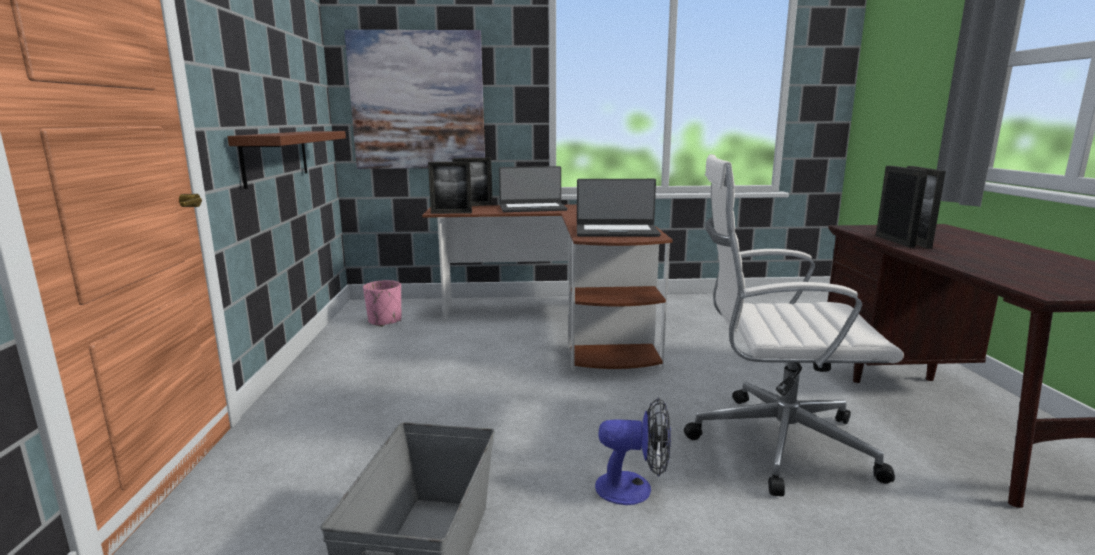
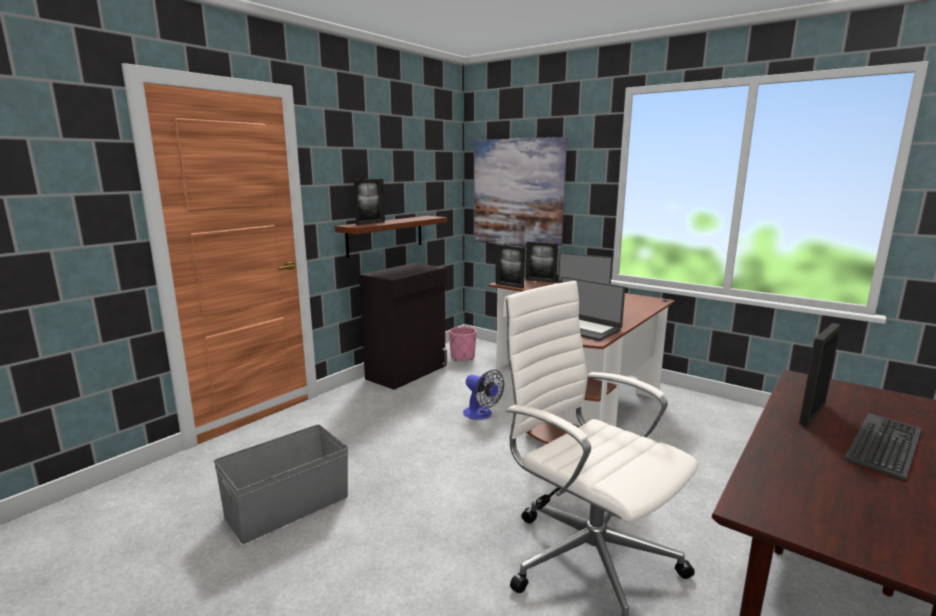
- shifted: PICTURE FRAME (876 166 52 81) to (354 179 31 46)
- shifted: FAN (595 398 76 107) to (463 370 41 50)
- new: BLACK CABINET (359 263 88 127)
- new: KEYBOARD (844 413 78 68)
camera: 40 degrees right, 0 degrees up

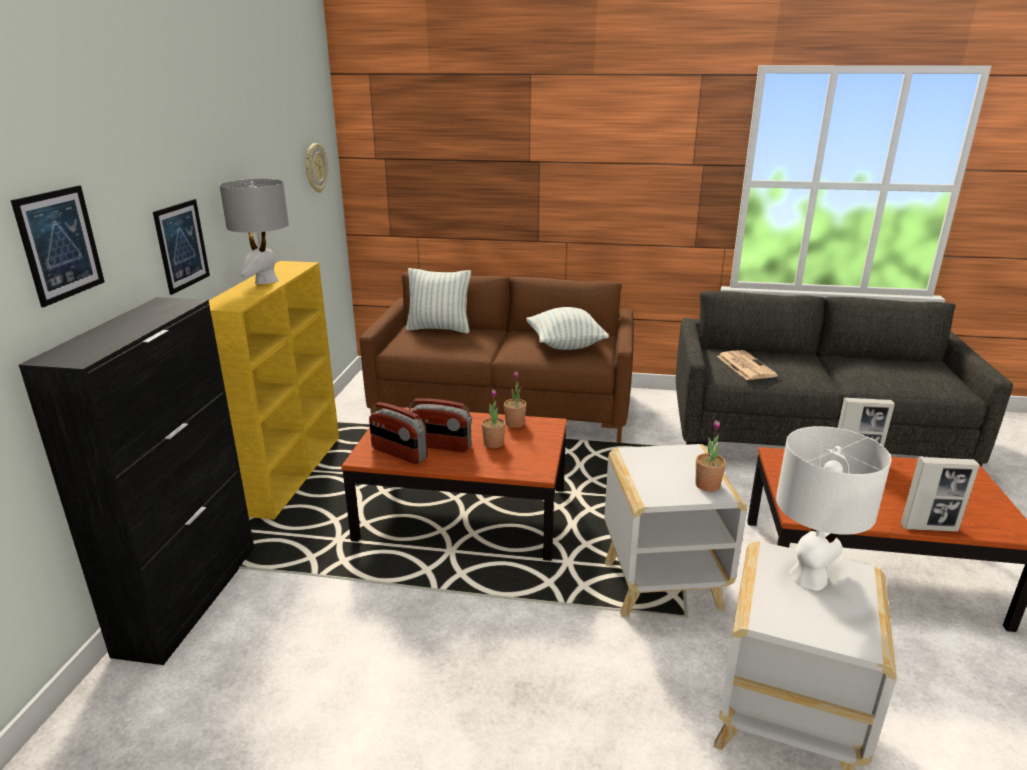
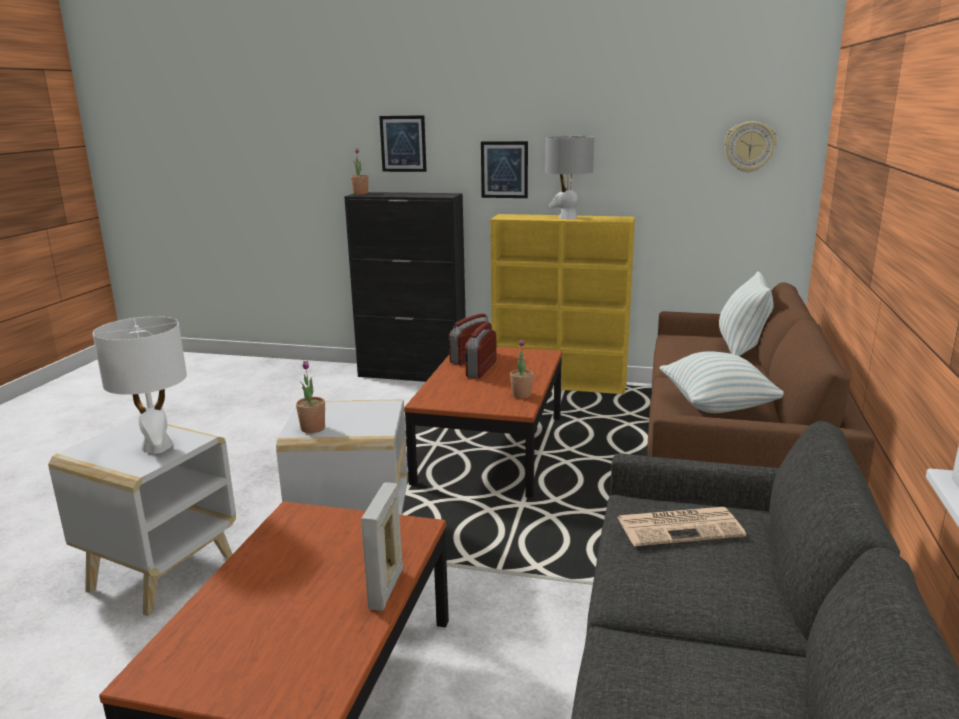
- shifted: POTTED PLANT (482 389 24 59) to (351 148 17 47)
- gone: PICTURE FRAME (901 457 78 75)
camera: 95 degrees right, 5 degrees down

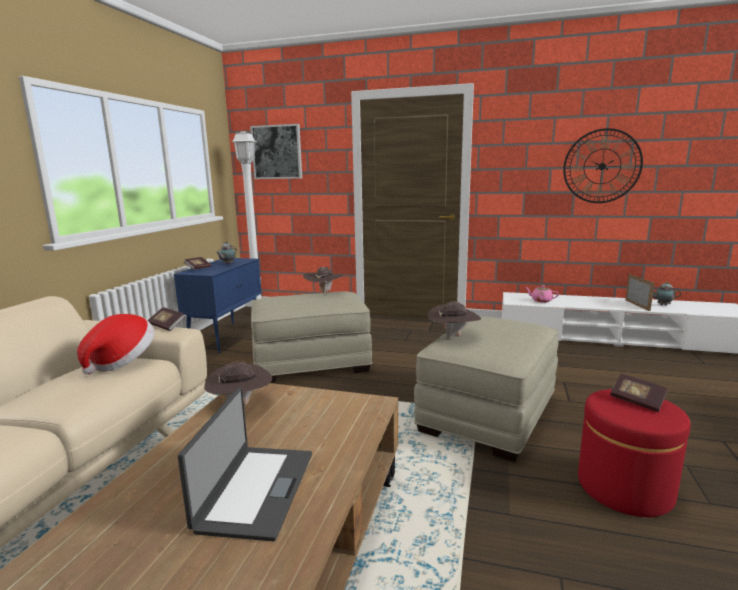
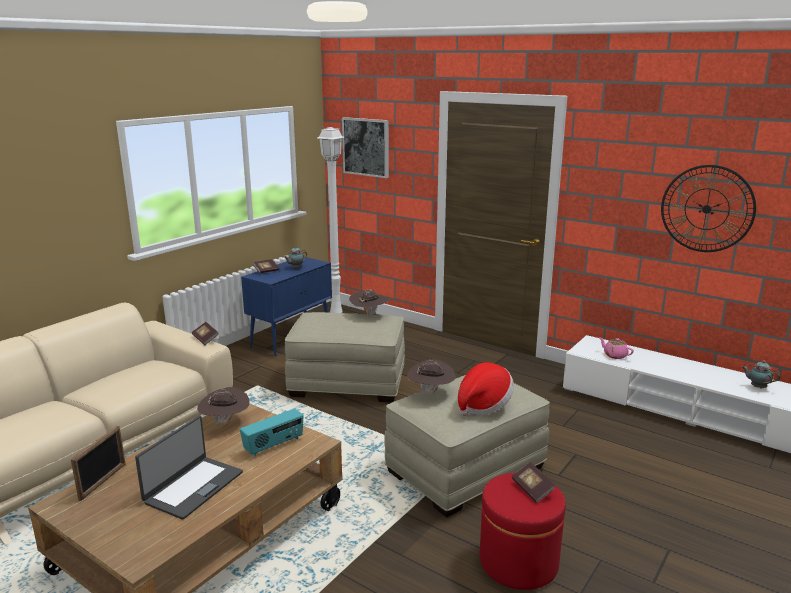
- shifted: PICTURE FRAME (625 274 30 37) to (71 425 55 76)
- shifted: HAT (77 314 77 61) to (458 363 56 53)
- new: RADIO (240 409 64 47)
camera: 20 degrees right, 5 degrees up

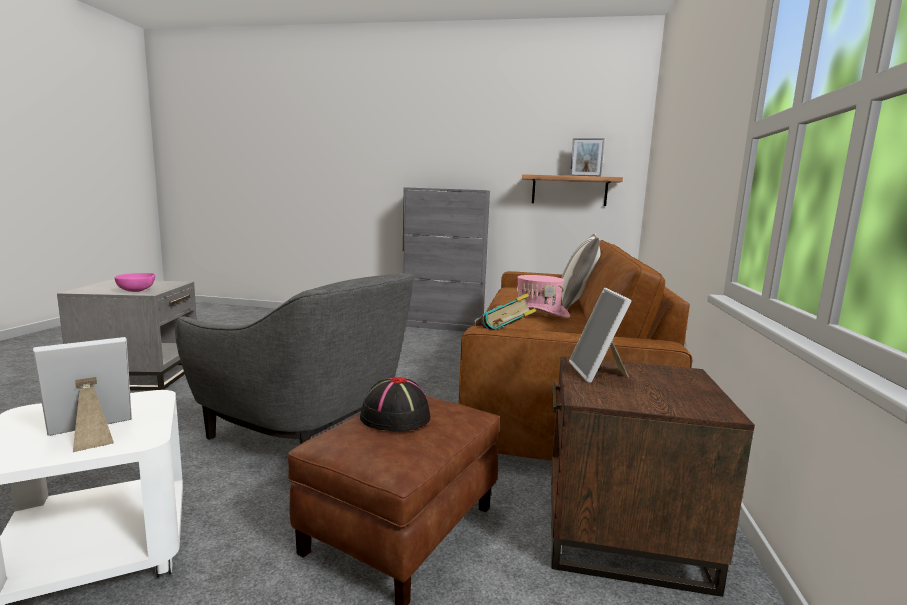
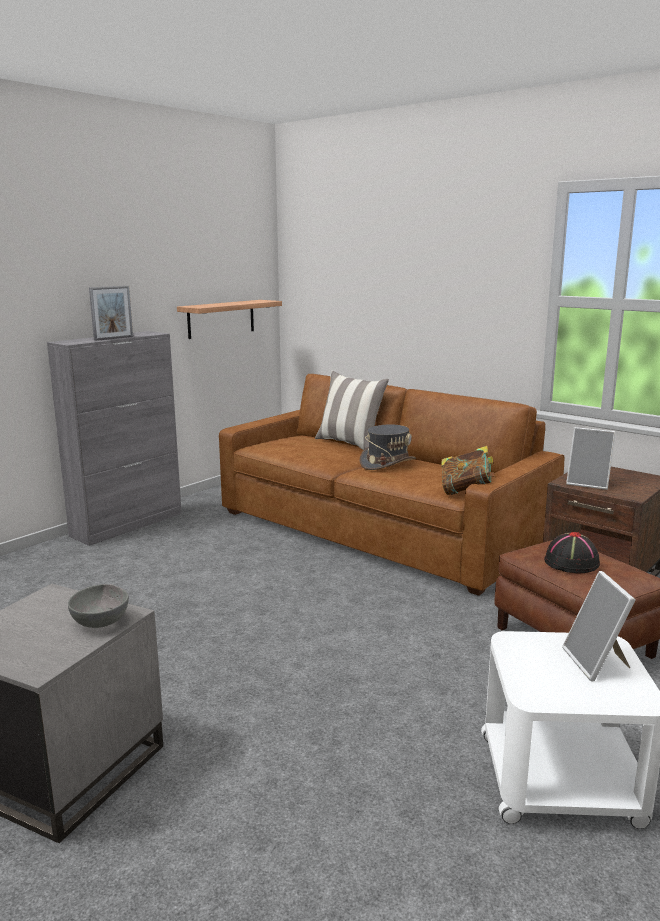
- shifted: PICTURE FRAME (570 138 35 38) to (89 286 44 55)
- repainted: PINK BOWL (115 273 40 19) to GREY BOWL (68 584 61 44)
- gone: GREY ARMCHAIR (175 273 238 171)
- repainted: PINK HAT (515 275 55 43) to GREY HAT (360 425 56 45)
camera: 60 degrees left, 5 degrees up

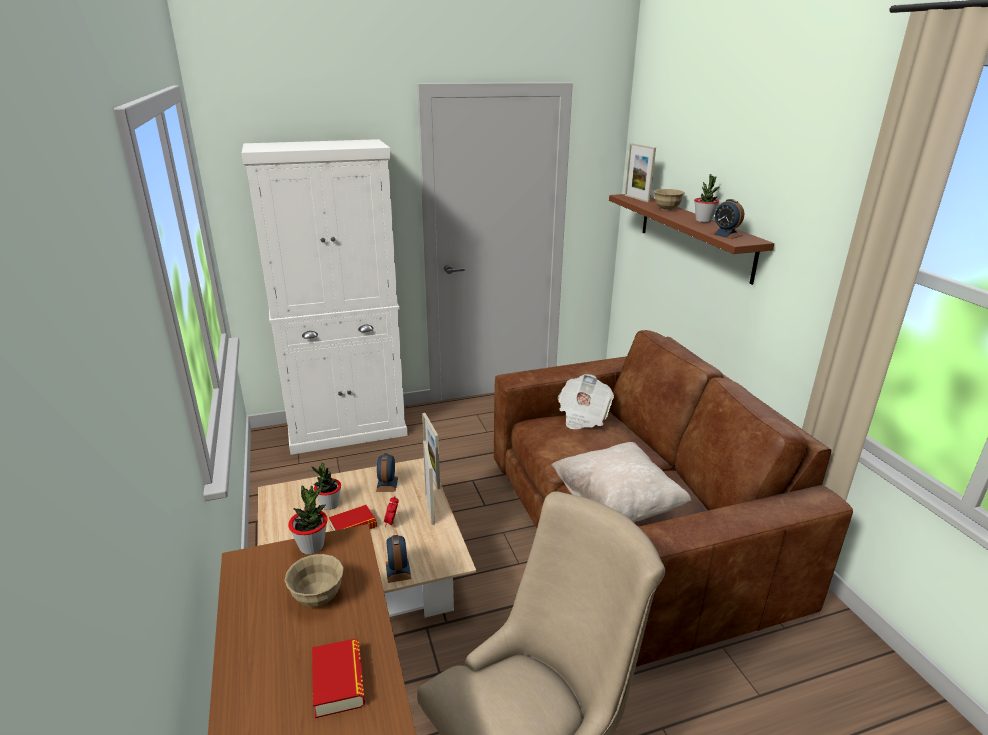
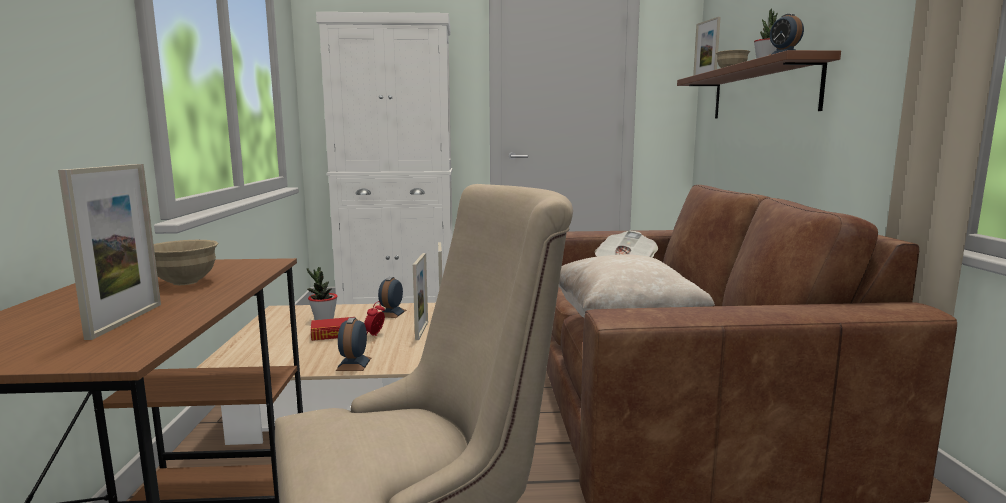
- gone: POTTED PLANT (288 485 40 70)
- swapped: BOOK (312 639 53 79) to PICTURE FRAME (58 164 103 176)
camera: 15 degrees right, 15 degrees down

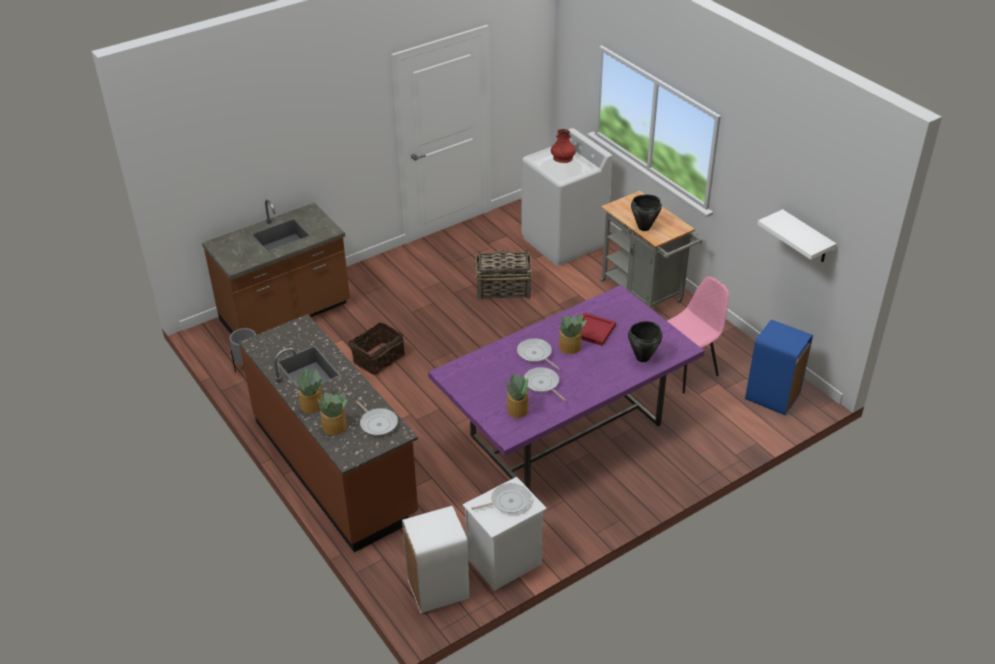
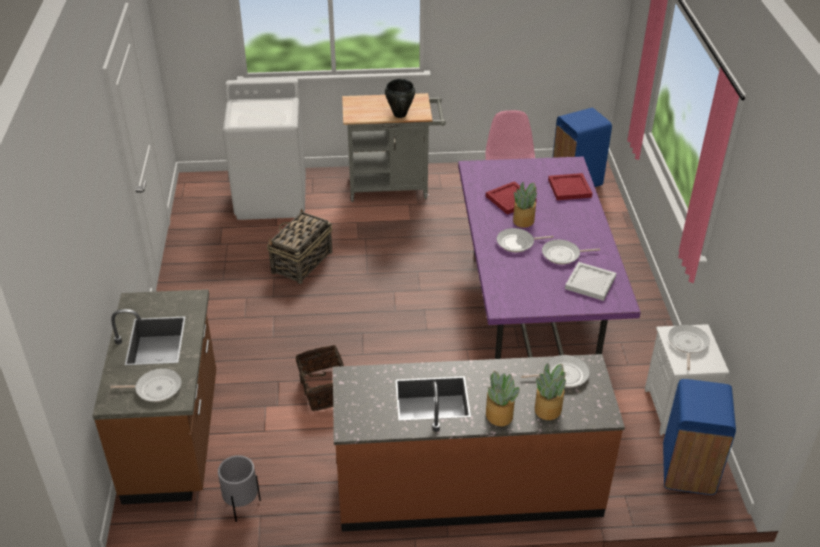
- gone: RED VASE (551 129 25 34)
- gone: WHITE SHELF (757 209 80 53)
- swapped: BLACK COOKING POT (628 321 34 41) to RED TRAY (548 173 45 27)
- swapped: POTTED PLANT (505 373 23 45) to WHITE TRAY (565 262 51 39)
- repainted: WHITE TRASH CAN (402 506 68 107) to BLUE TRASH CAN (663 379 73 116)
- new: FRYING PAN (110 368 71 34)
camera: 60 degrees left, 0 degrees up

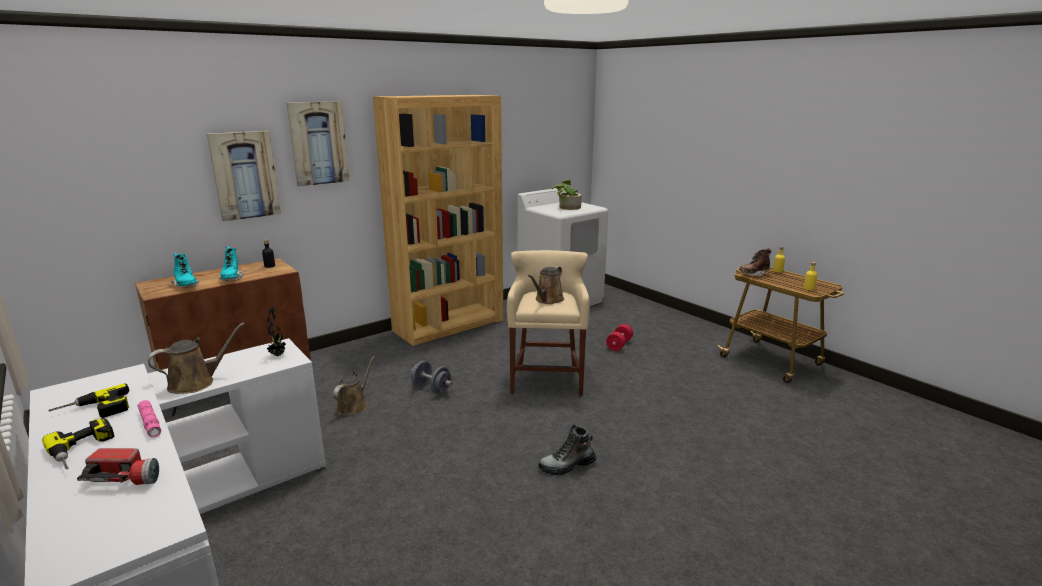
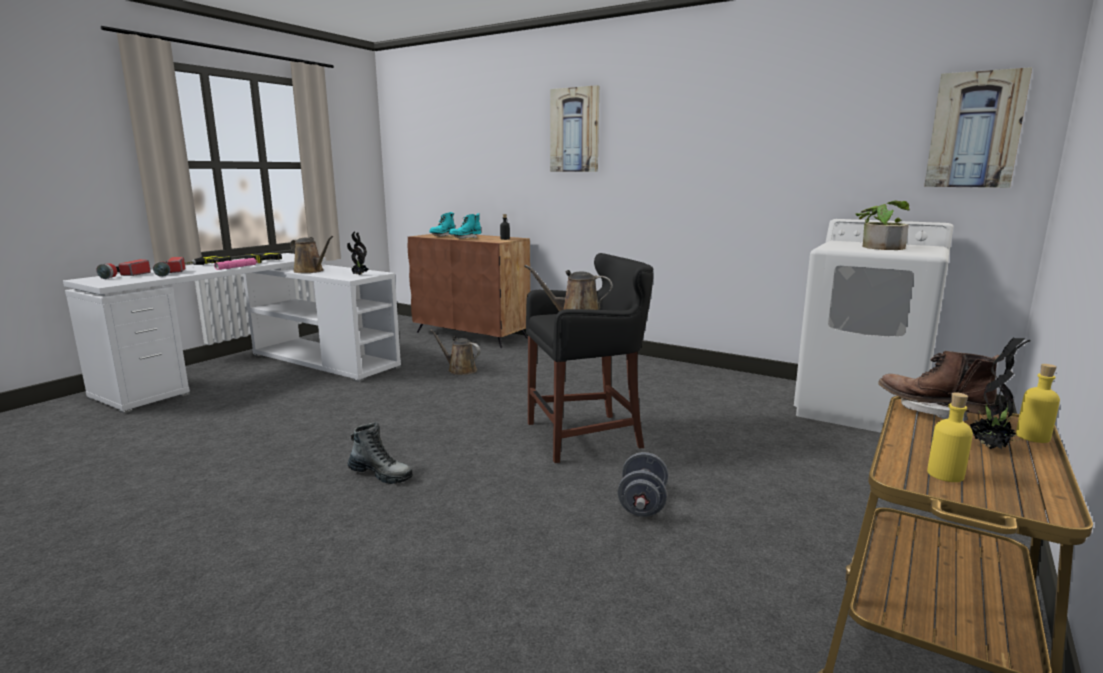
- gone: BROWN BOOKCASE (373 95 131 251)
- shifted: PICTURE (207 131 74 90) to (924 67 108 121)
- repainted: BEIGE STOOL (507 250 83 146) to BLACK STOOL (526 253 127 210)
- gone: RED DUMBBELL (606 324 27 27)
- rotated: BROWN WATERING CAN (333 356 42 59) = (430 330 51 45) 150 degrees counterclockwise
- shifted: GREY DUMBBELL (411 361 41 33) to (618 452 50 65)
- rotated: BOOT (538 424 59 51) = (348 422 65 62) 150 degrees clockwise
- new: FLASHLIGHT (96 259 55 20)
- new: POTTED PLANT (970 338 60 111)
camera: 70 degrees right, 5 degrees down

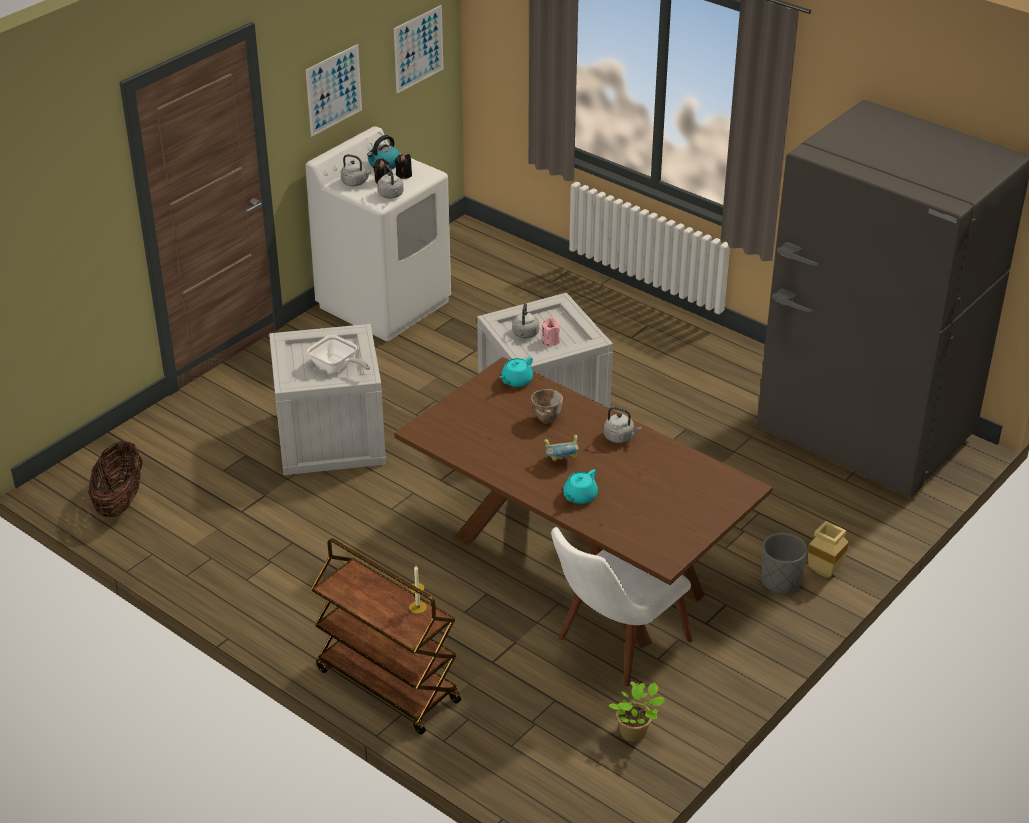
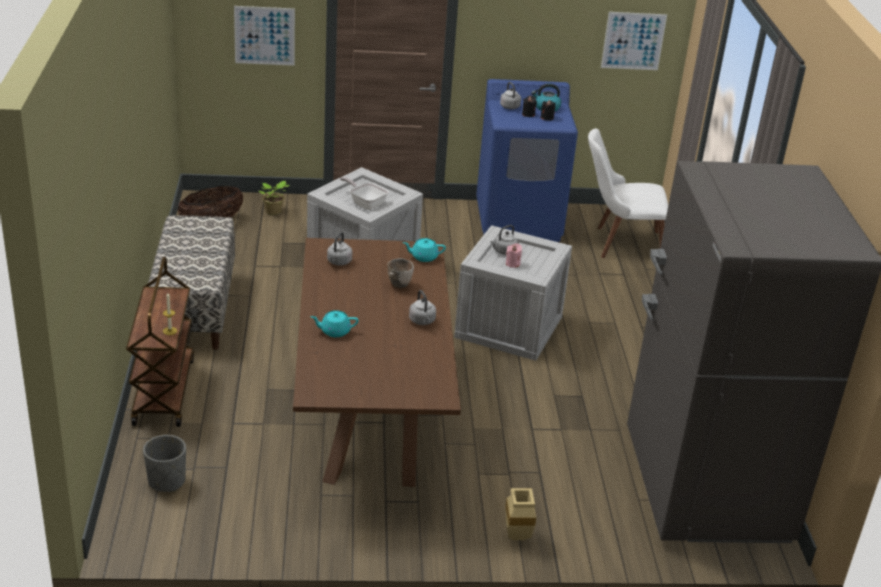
- shifted: PICTURE (306 44 56 93) to (234 6 61 60)
- repainted: WHITE WASHING MACHINE (305 126 146 215) to BLUE WASHING MACHINE (476 79 102 163)
- shifted: GREY KETTLE (377 164 27 34) to (327 232 25 34)
- rotated: FRYING PAN (307 335 63 38) = (340 177 49 33) 135 degrees clockwise
- gone: BOWL (544 435 35 26)
- shifted: WHITE CHAIR (551 527 142 160) to (588 128 80 130)
- shifted: GREY PLANTER (761 533 47 62) to (143 435 43 58)
- shifted: POTTED PLANT (608 681 57 61) to (259 181 31 34)
- new: BENCH (148 215 87 135)
camera: 45 degrees right, 5 degrees down

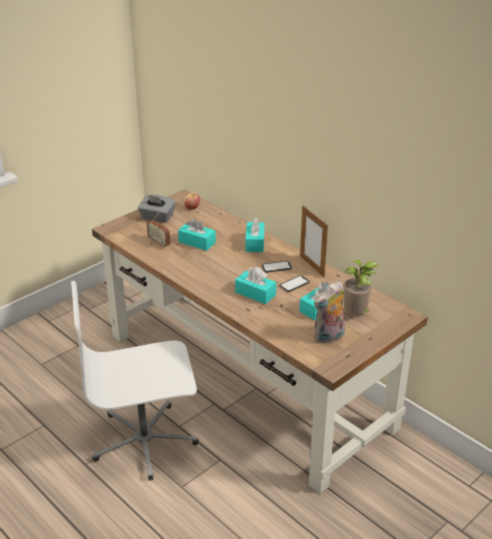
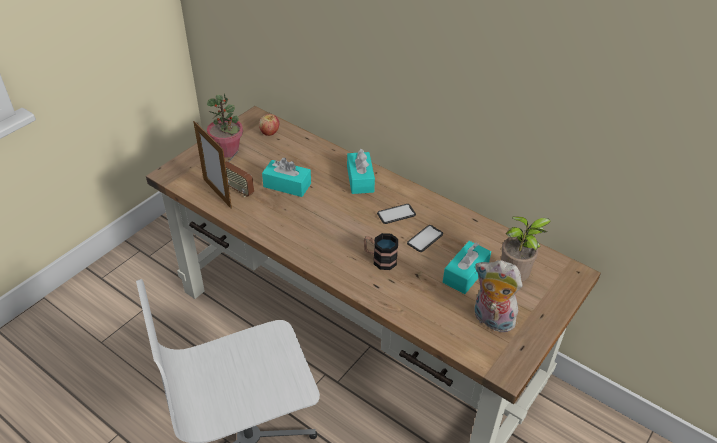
- swapped: GREY TISSUE BOX (138 195 37 28) to POTTED PLANT (207 93 36 65)
- shifted: PICTURE FRAME (300 205 28 72) to (193 121 39 88)
- swapped: TURQUOISE TISSUE BOX (235 267 41 37) to MUG (364 233 34 37)
- rotated: PLUSH TOY (314 281 31 62) = (474 260 49 72) 75 degrees clockwise
camera: 10 degrees left, 10 degrees up

